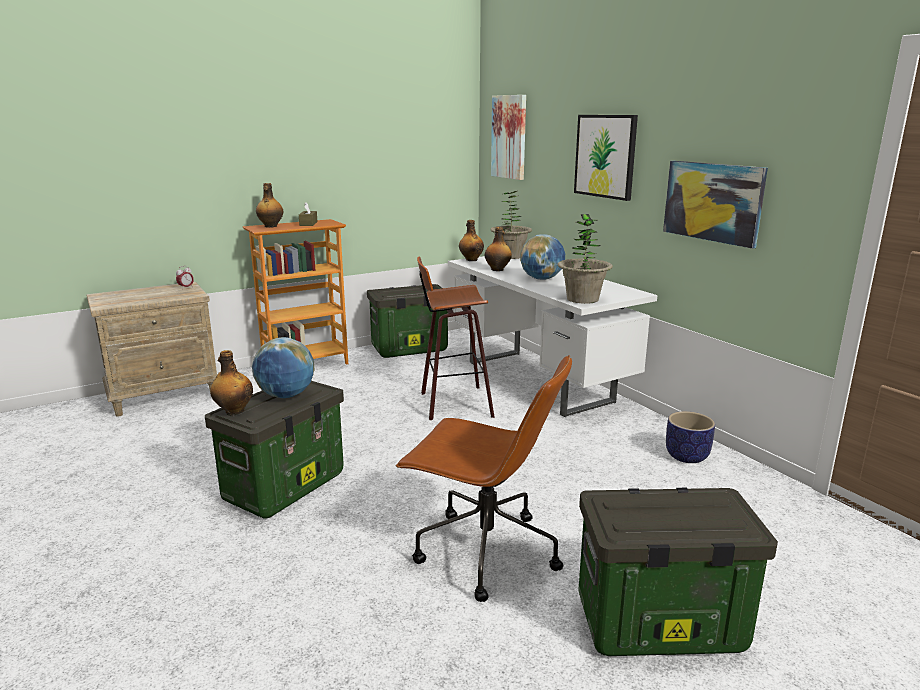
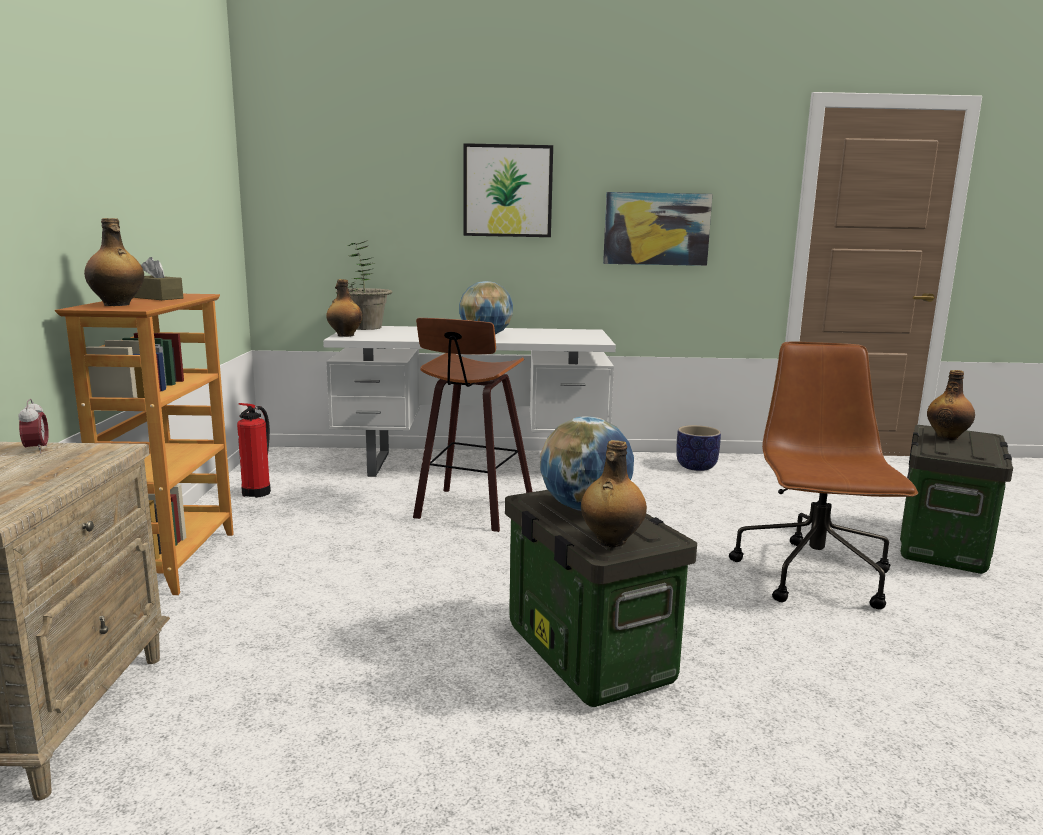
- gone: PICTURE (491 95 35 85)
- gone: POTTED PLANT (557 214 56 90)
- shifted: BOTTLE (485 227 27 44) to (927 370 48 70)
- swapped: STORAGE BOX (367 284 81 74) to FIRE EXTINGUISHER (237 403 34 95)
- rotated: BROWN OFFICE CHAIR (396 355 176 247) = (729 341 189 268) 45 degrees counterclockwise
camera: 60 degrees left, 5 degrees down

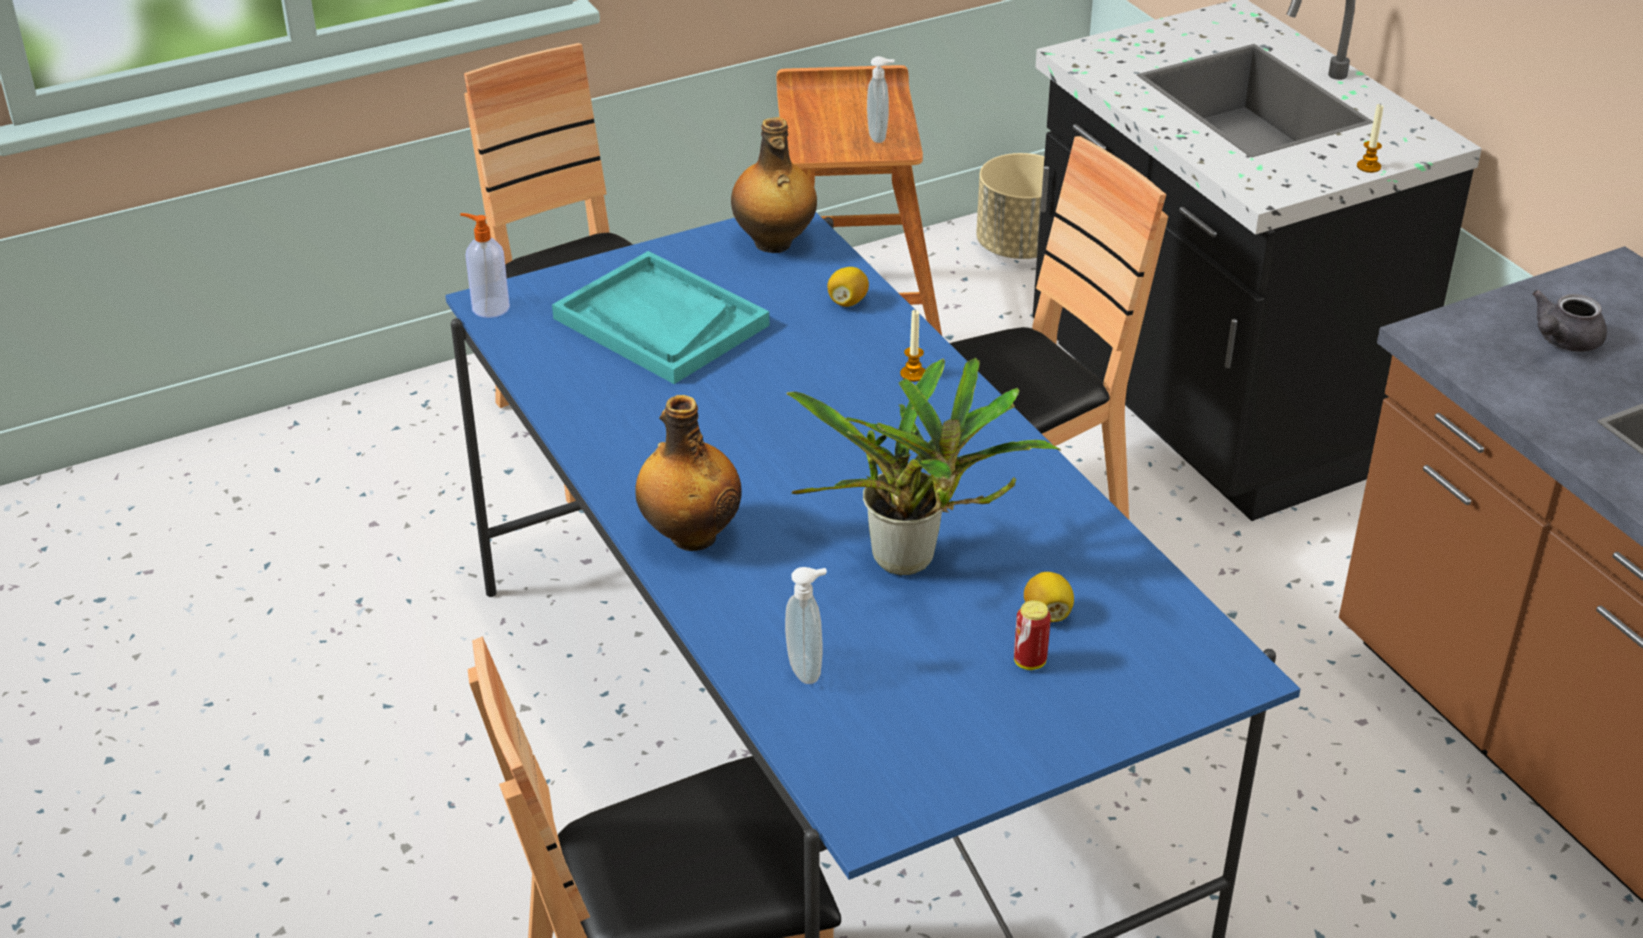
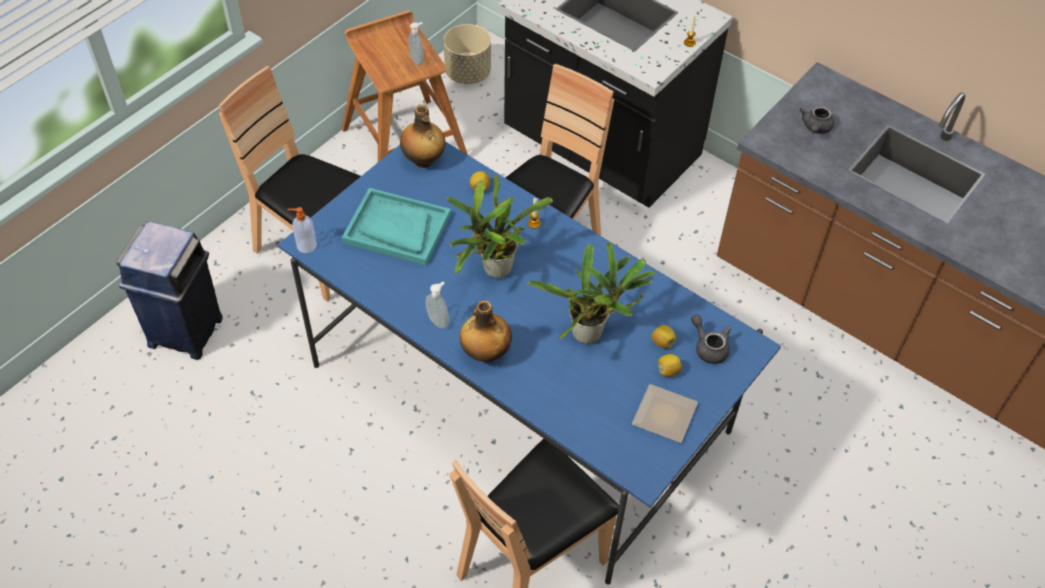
- shifted: SOAP DISPENSER (785 567 42 117) to (426 282 23 47)
- swapped: CAN (1014 600 37 70) to LEMON (658 354 24 23)
- new: POTTED PLANT (447 175 106 103)
- new: BLUE TRASH CAN (116 221 107 139)
- new: GREY TEAPOT (691 315 40 49)
- new: PLATE (632 384 66 59)
camera: 25 degrees left, 15 degrees up

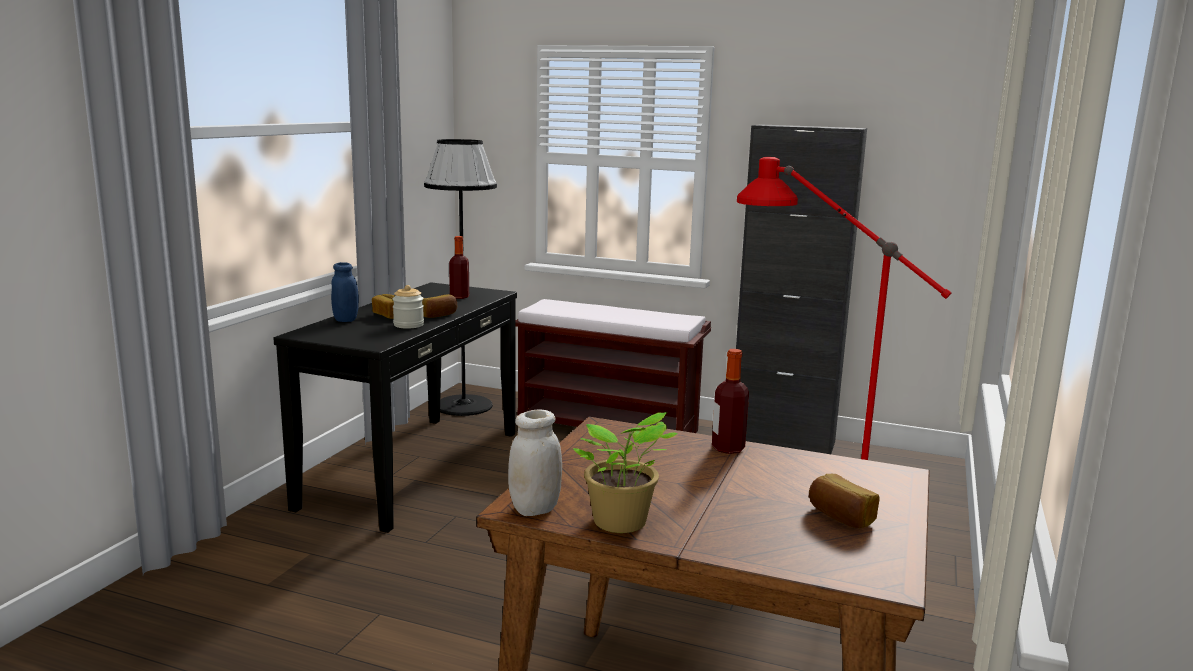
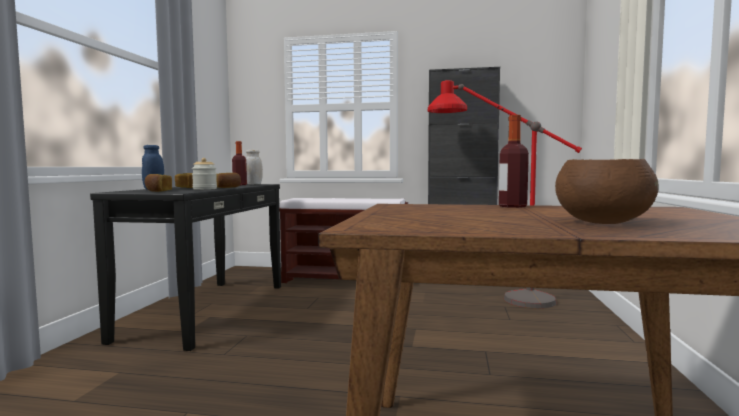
- gone: BLACK FLOOR LAMP (424 139 73 277)
- shifted: WHITE JAR (508 409 54 107) to (246 150 17 34)
- gone: POTTED PLANT (573 412 105 121)
- shifted: BREAD (809 474 71 54) to (145 174 27 18)
- new: BROWN BOWL (555 159 104 65)
camera: 10 degrees left, 10 degrees down

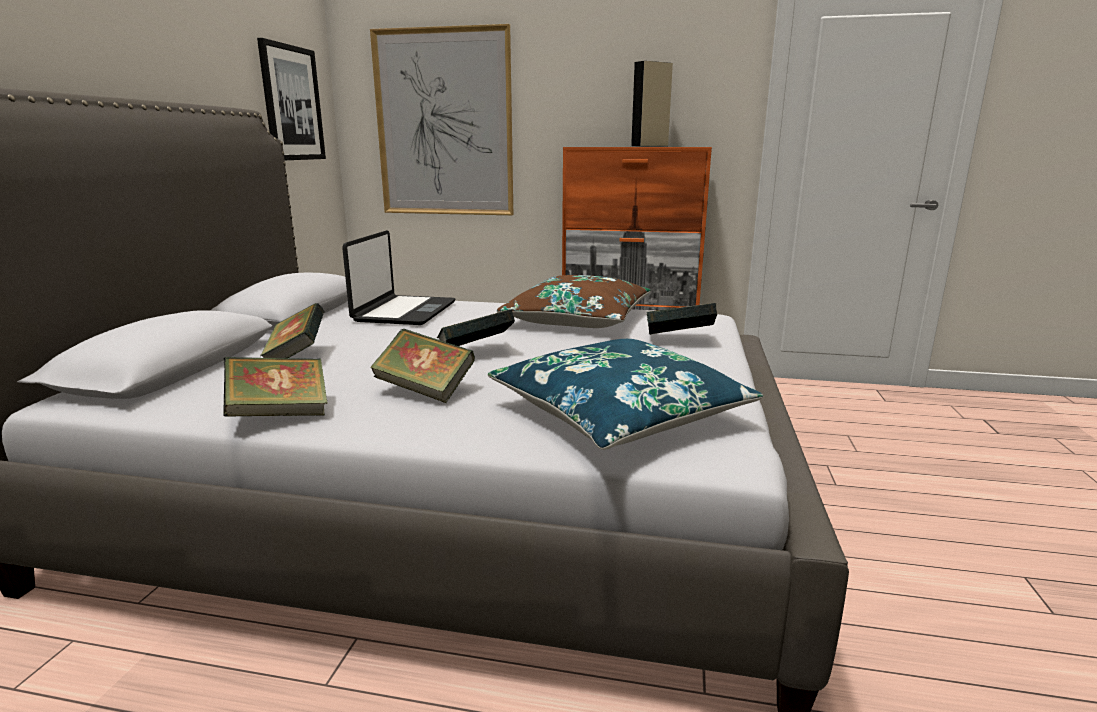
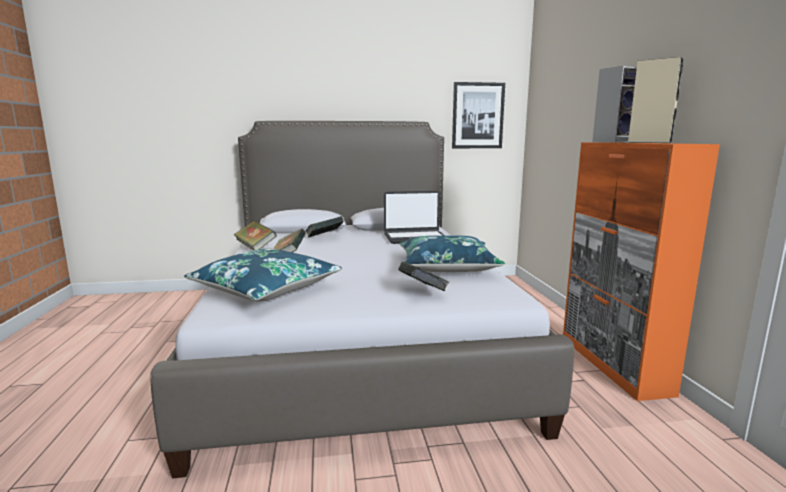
- gone: PICTURE (370 24 143 191)
- repainted: BROWN PILLOW (496 275 154 53) to BLUE PILLOW (400 236 105 36)
- gone: BOOK (437 309 78 37)
- new: SPEAKER (592 66 45 77)
camera: 70 degrees right, 5 degrees down

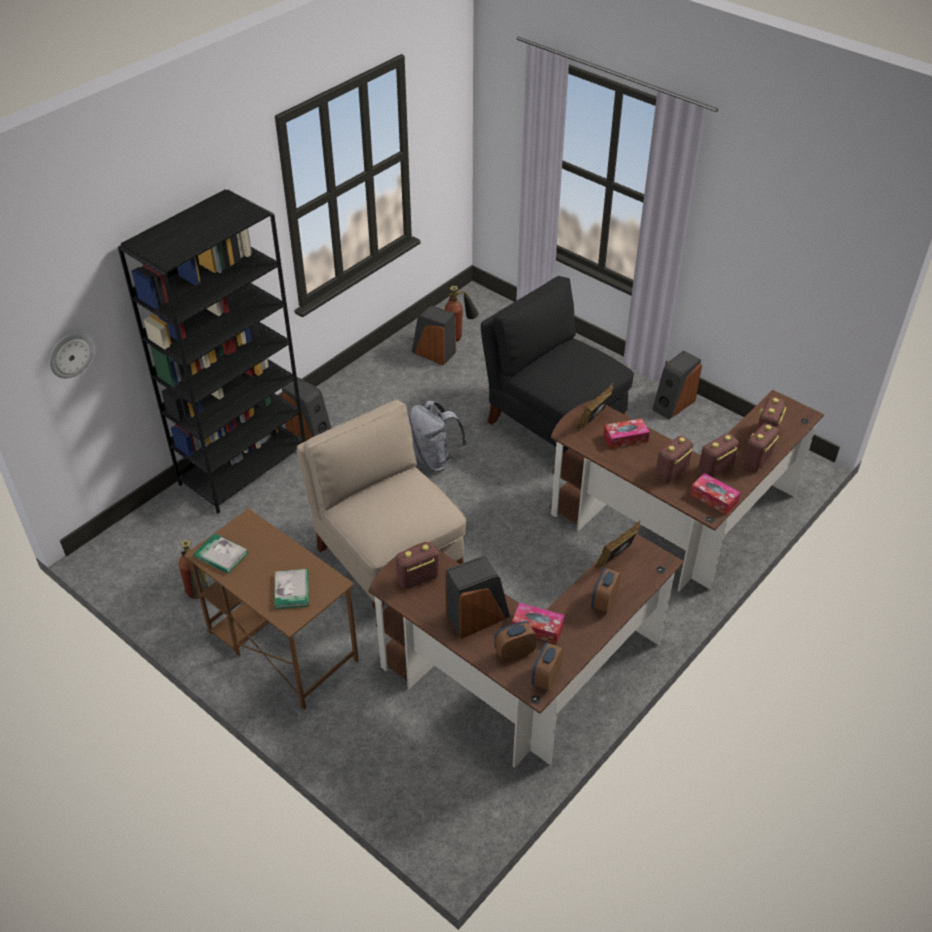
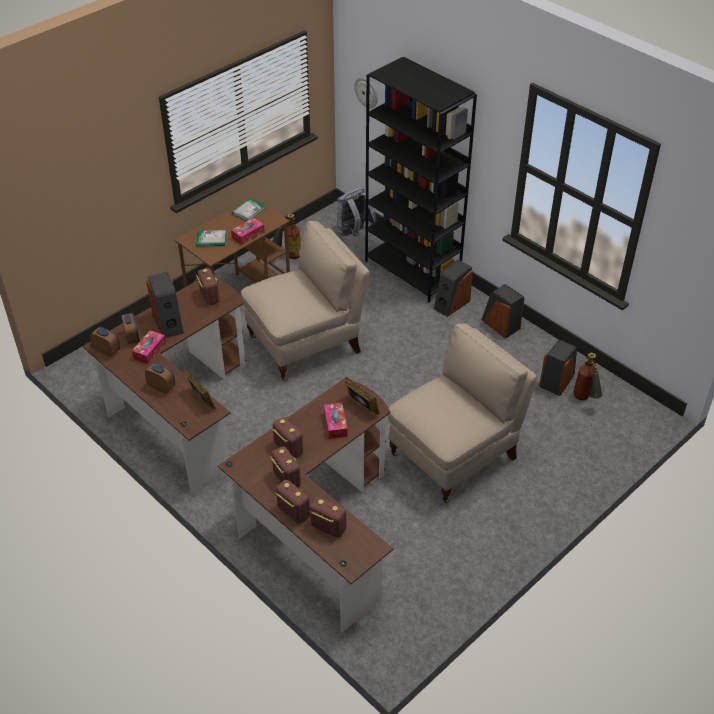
- repainted: BLACK CHAIR (481 276 153 179) to BEIGE CHAIR (388 323 149 180)
- shifted: SPEAKER (652 350 50 70) to (482 284 43 55)
- shifted: GREY BACKPACK (409 400 58 72) to (337 187 40 50)
- shifted: TISSUE BOX (690 473 51 42) to (231 218 34 27)
camera: 95 degrees right, 0 degrees up

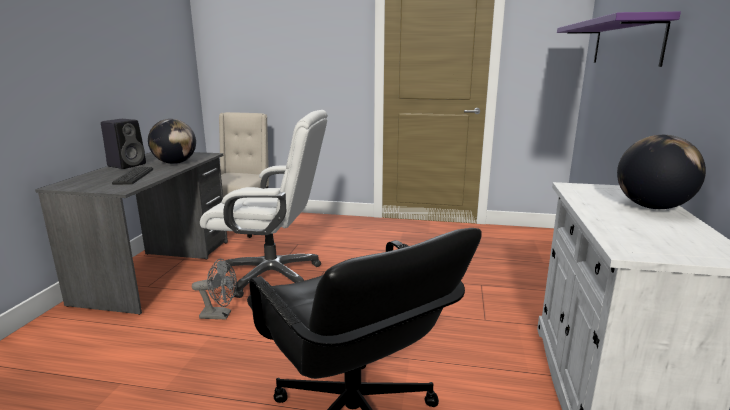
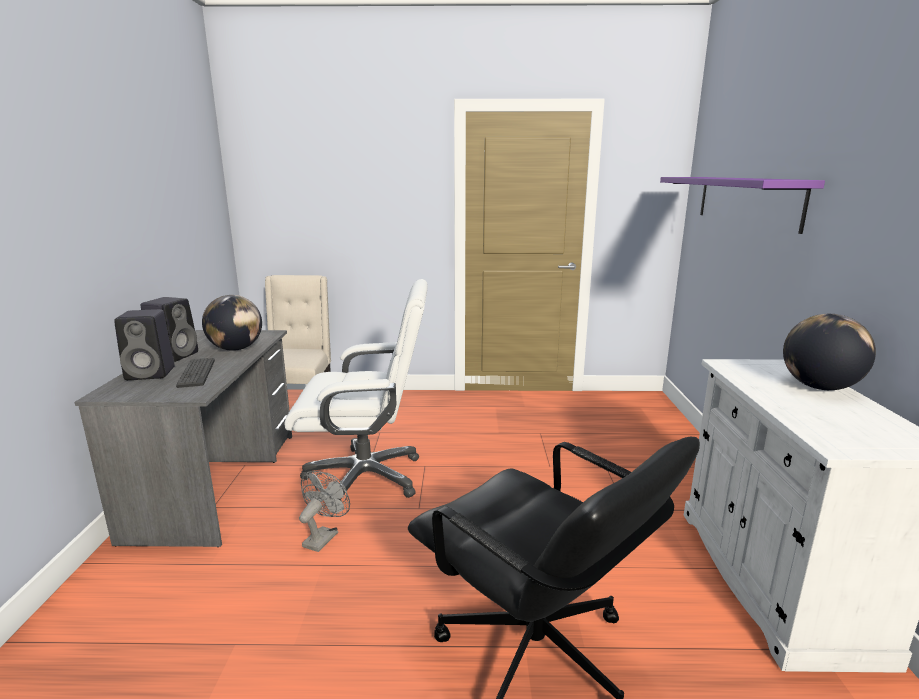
- rotated: GREY FAN (192 259 45 61) = (299 471 51 81) 60 degrees counterclockwise
- new: BLACK SPEAKER (114 309 61 71)
camera: 10 degrees left, 0 degrees up

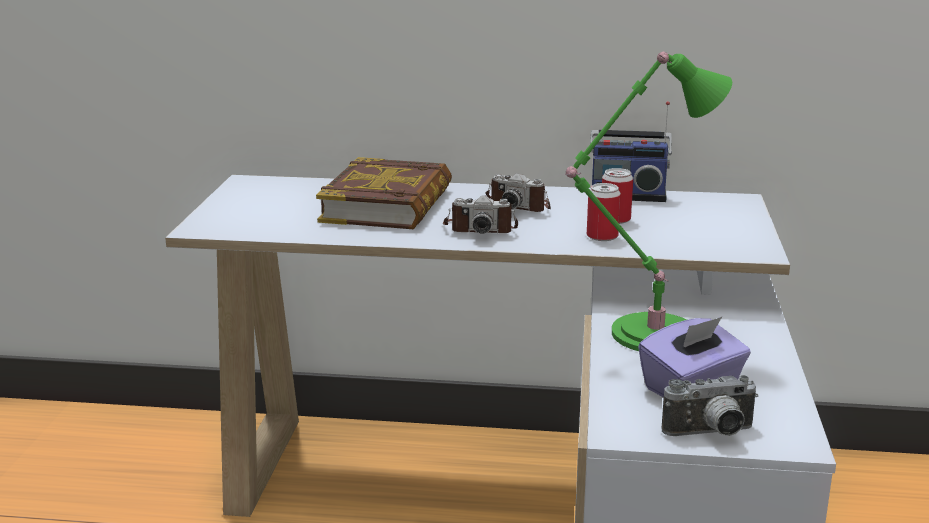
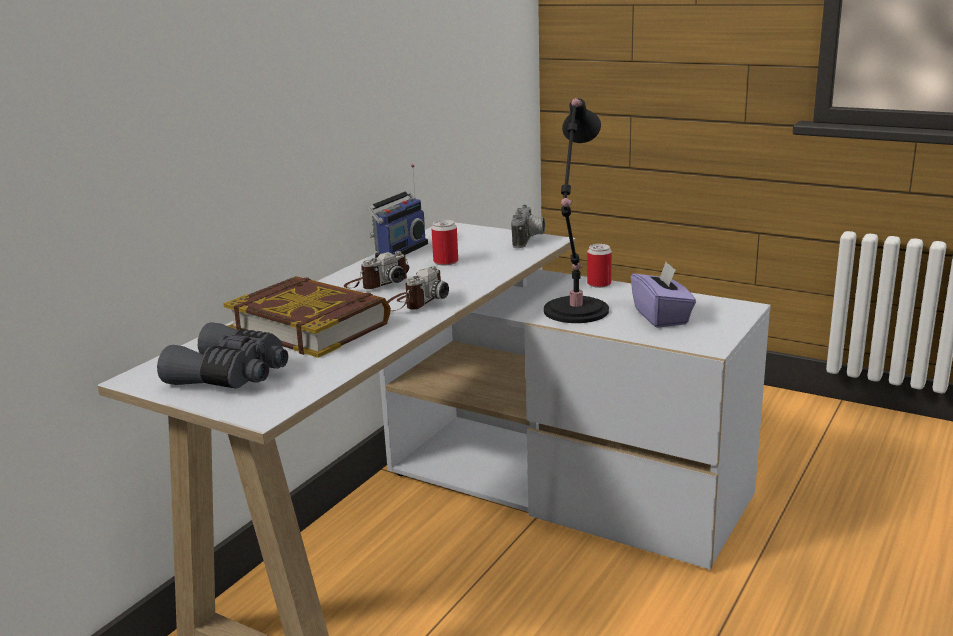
- repainted: GREEN TABLE LAMP (565 52 167 299) to BLACK TABLE LAMP (544 98 65 225)
- shifted: CAN (587 183 34 58) to (587 244 25 44)
- shifted: PHOTO CAMERA (662 375 96 61) to (511 205 34 43)
- new: GREY BINOCULARS (157 322 131 66)
camera: 65 degrees left, 0 degrees up

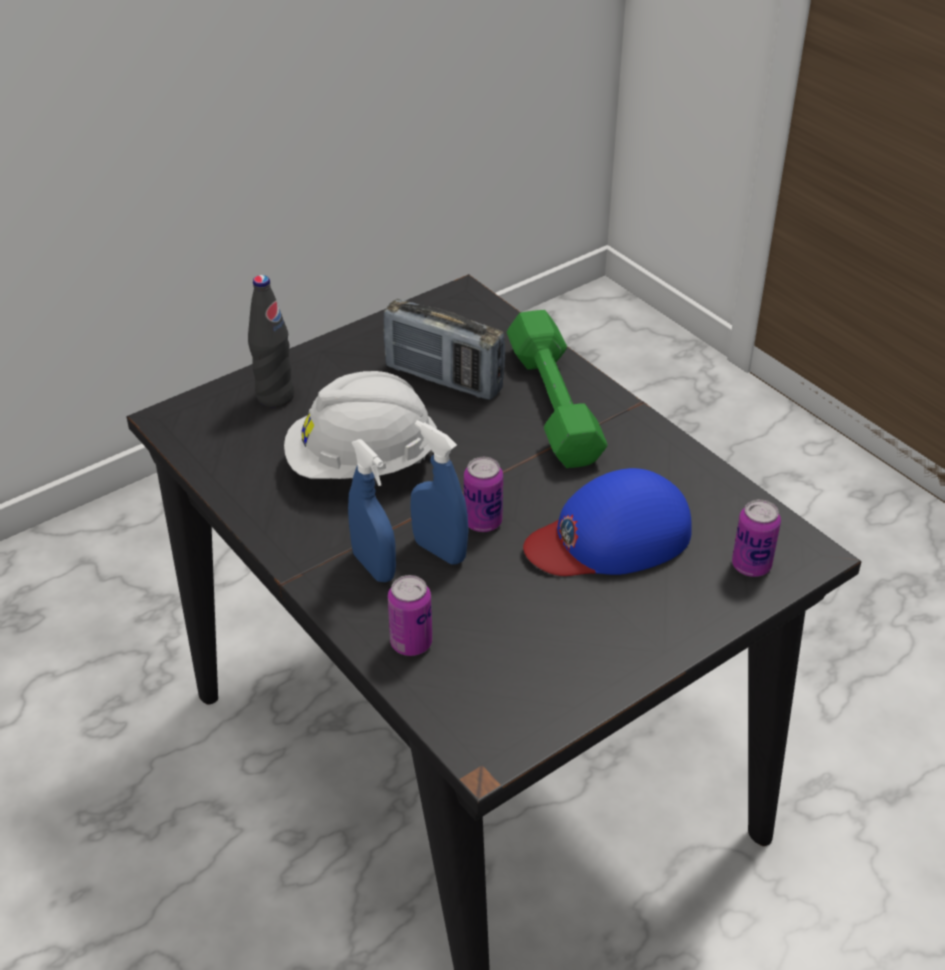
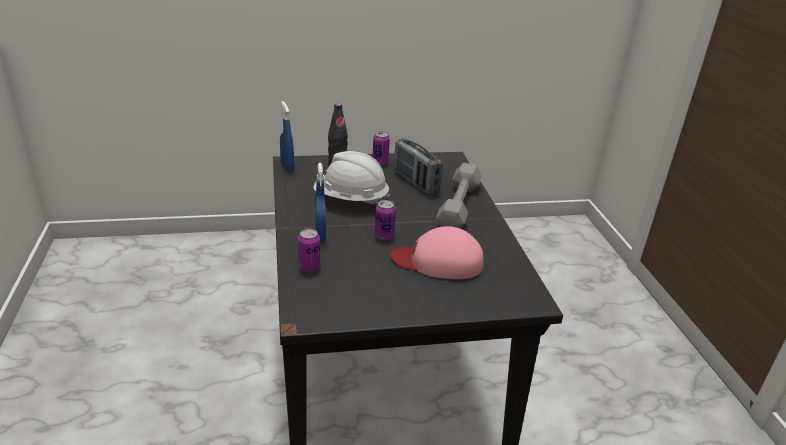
- repainted: GREEN DUMBBELL (507 310 101 158) to GREY DUMBBELL (436 163 45 65)
- shifted: BLUE SPRAY BOTTLE (411 420 58 145) to (280 101 14 71)
- repainted: BLUE CAP (523 468 169 108) to PINK CAP (390 226 94 53)
- shifted: CAN (732 499 49 78) to (372 131 18 34)
camera: 25 degrees right, 10 degrees down

